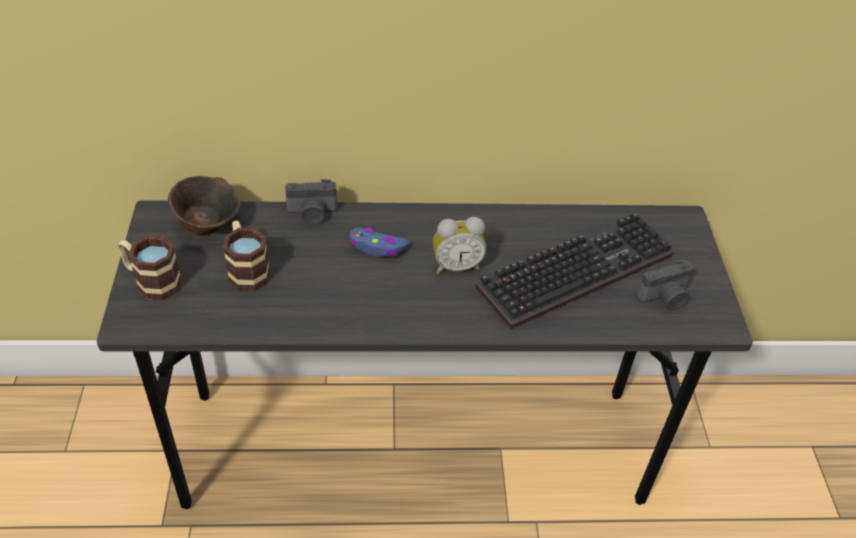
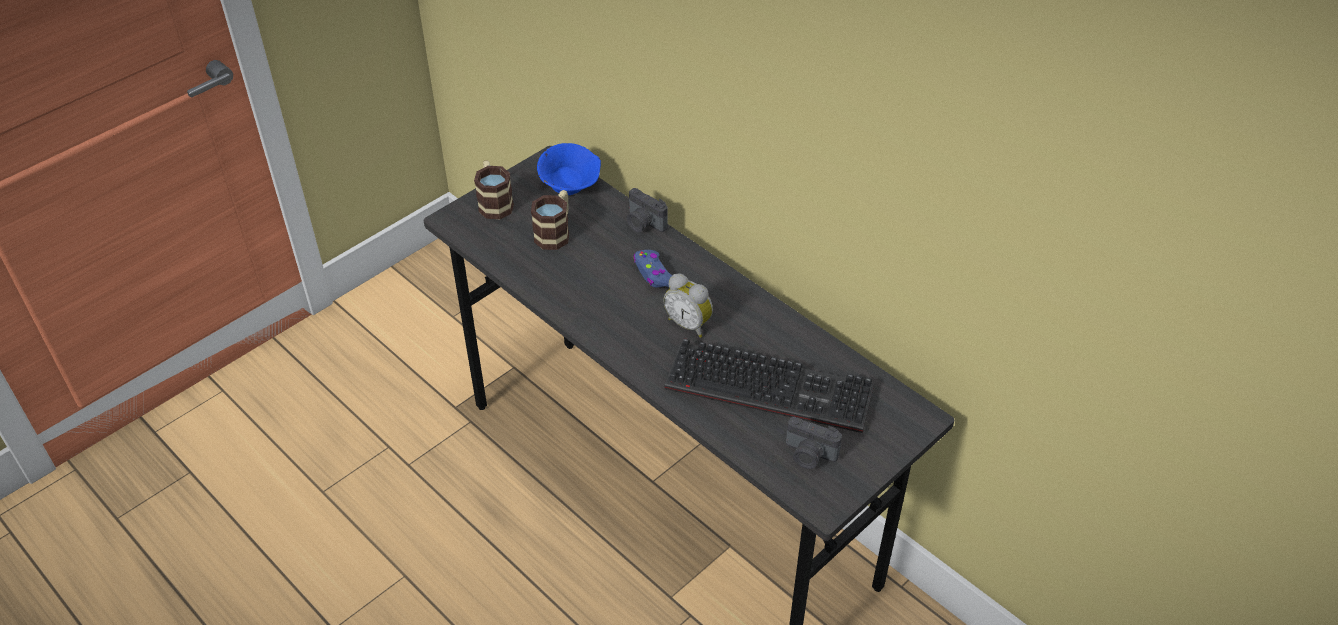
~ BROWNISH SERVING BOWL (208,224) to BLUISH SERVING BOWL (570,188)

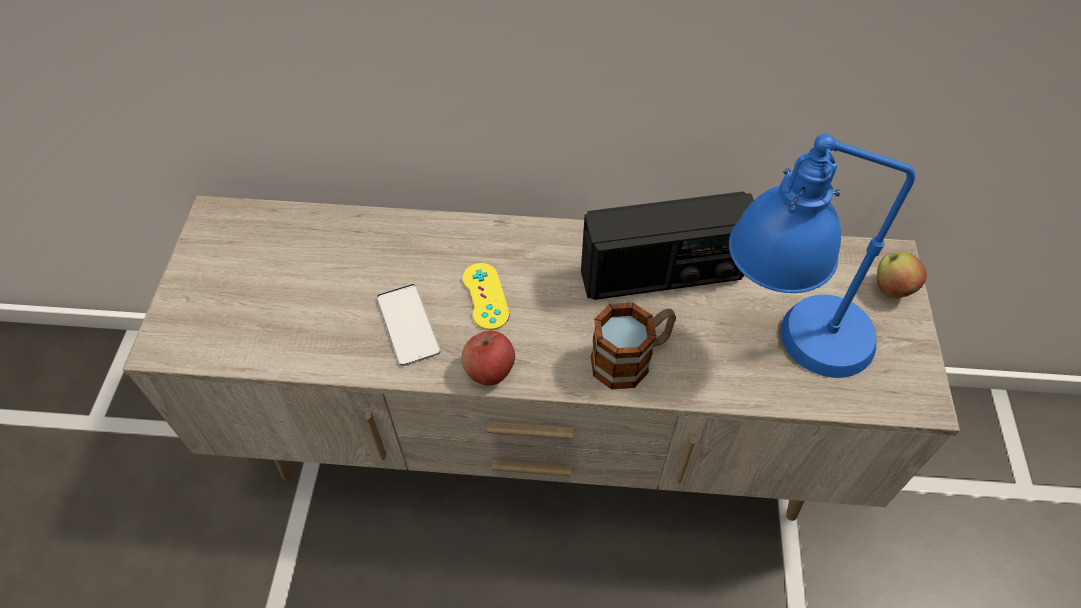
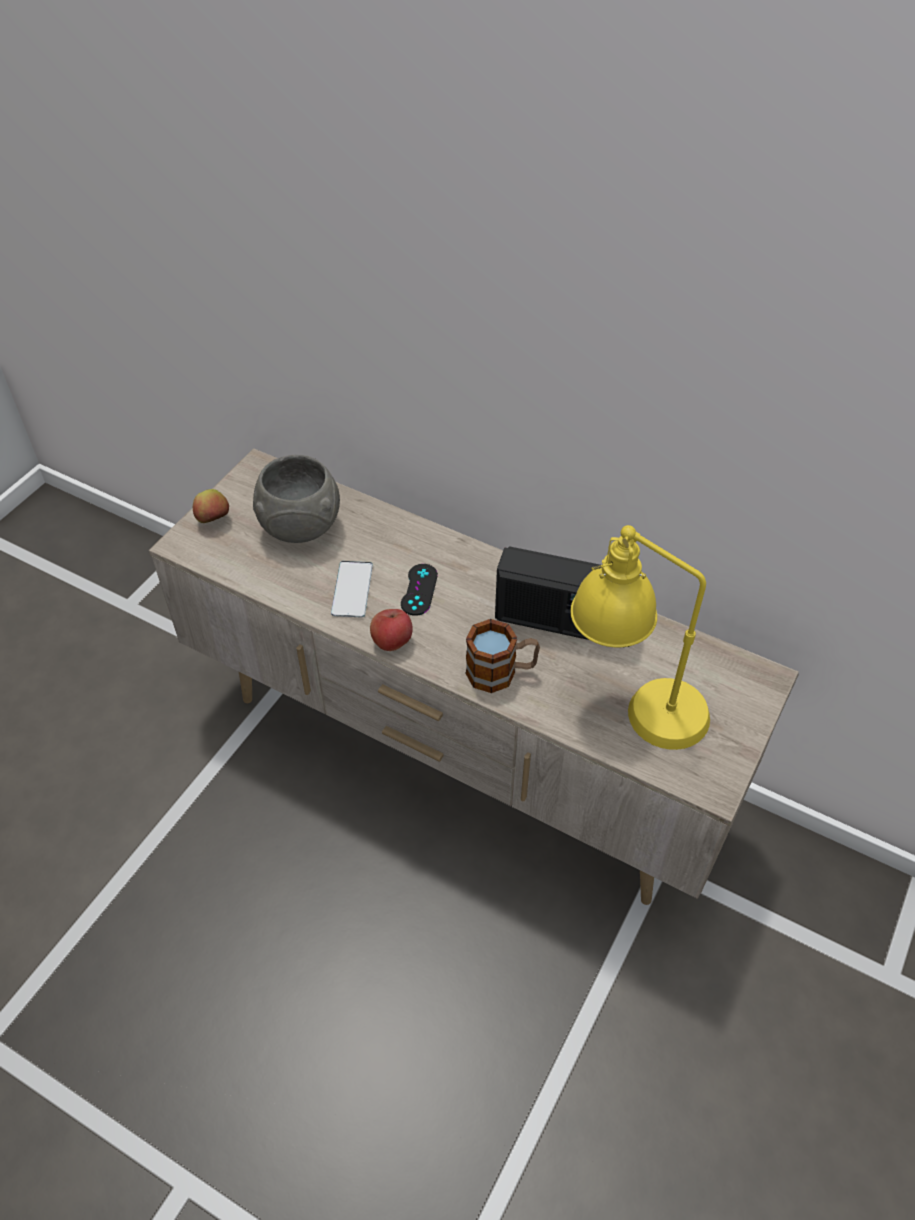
~ BLUISH TABLETOP LAMP (787,342) to YELLOW-COLOURED TABLETOP LAMP (632,706)
~ WHOLE APPLE (891,289) to (213,520)
~ YELLOW-COLOURED GAME CONTROLLER (485,296) to BLACK-COLOURED GAME CONTROLLER (419,589)
+ GREYISH SERVING BOWL (301,527)

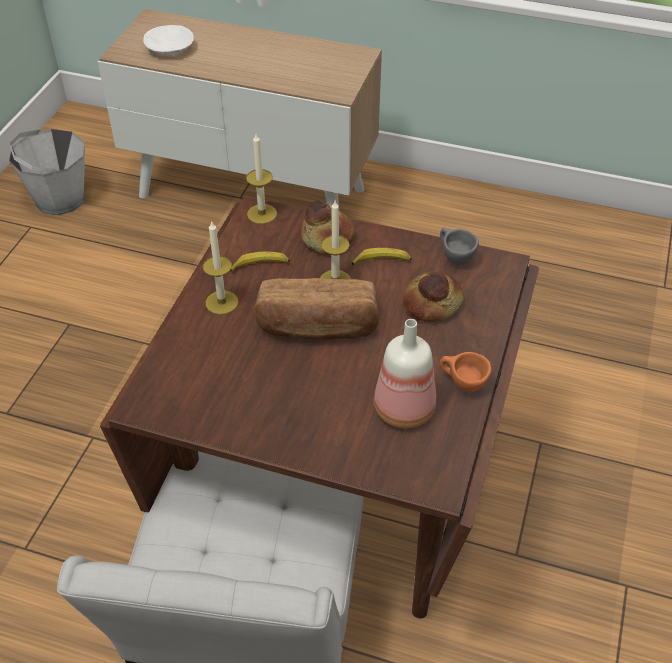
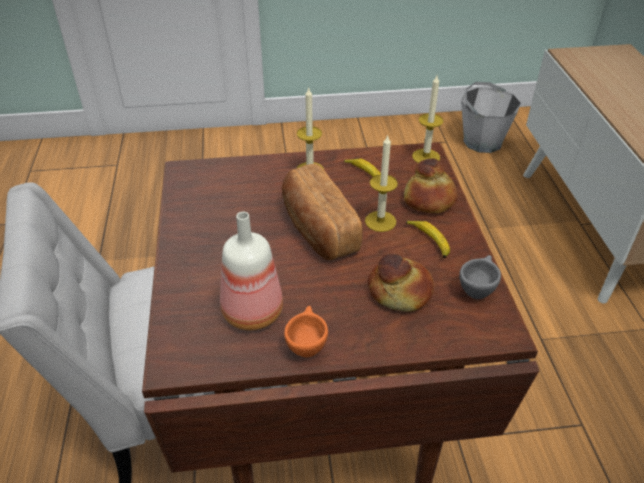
- WHITE SERVING BOWL (169,49)

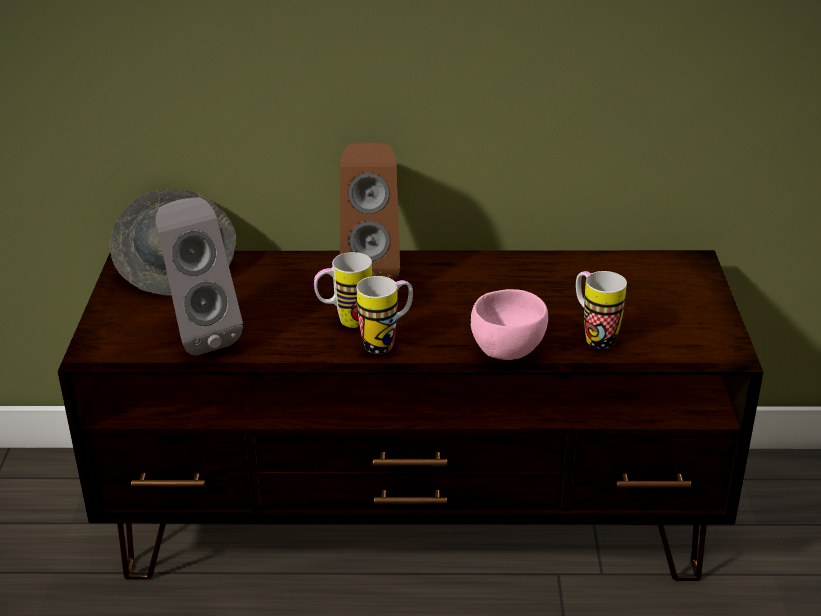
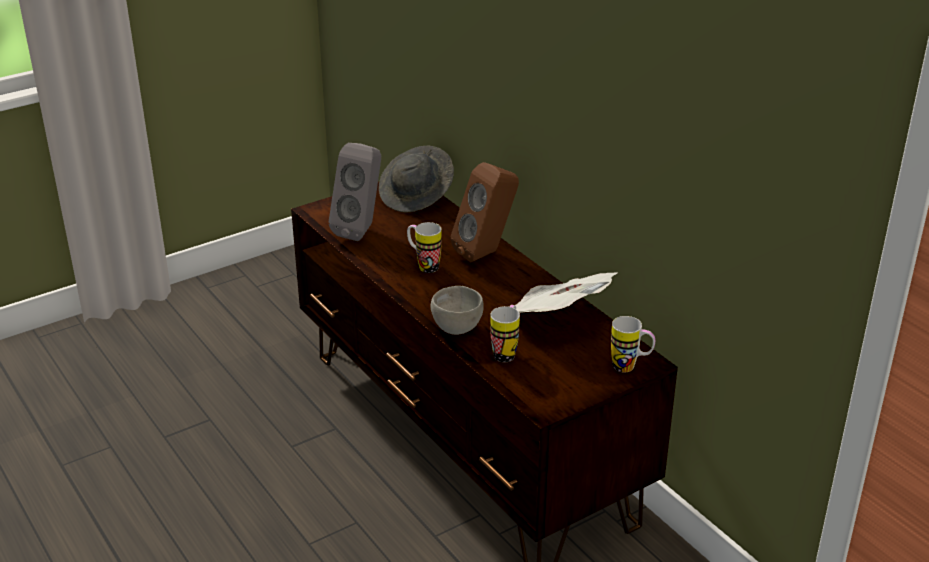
~ COFFEE MUG (387,342) to (630,368)
~ PINK-COLOURED SERVING BOWL (506,348) to GREYISH SERVING BOWL (457,326)
+ NEWSPAPER (559,317)

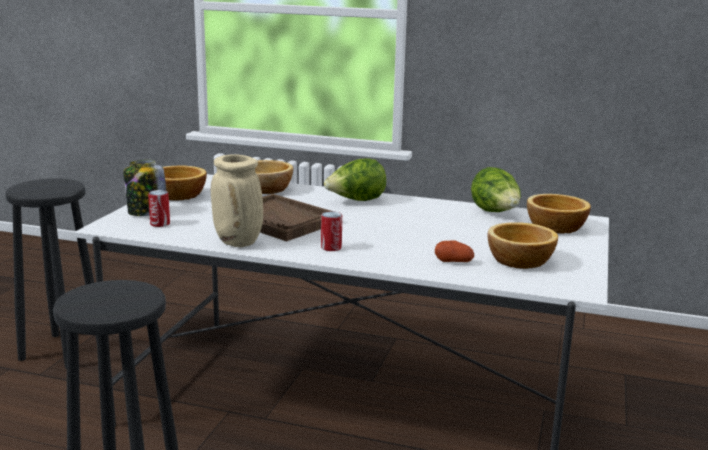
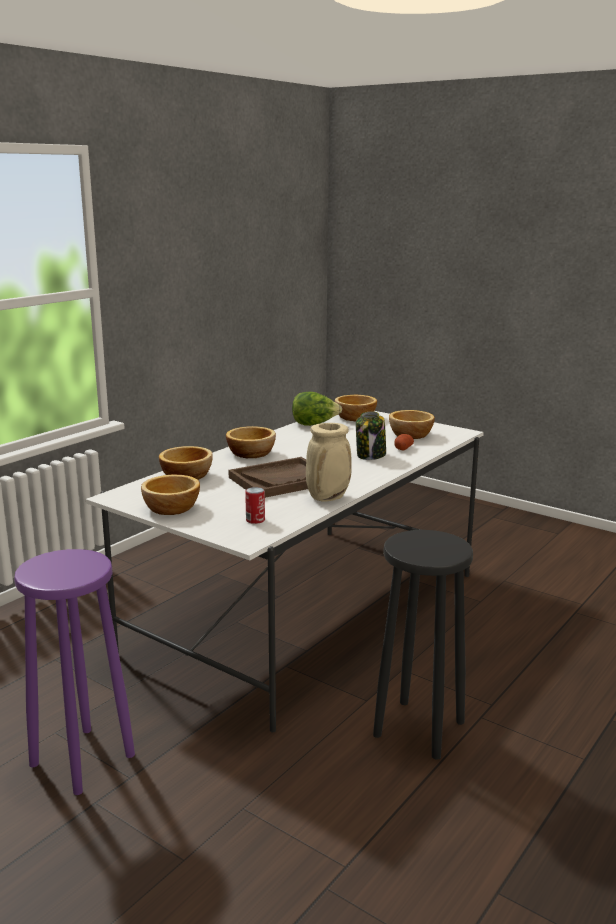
~ HEAD OF LETTUCE (356,201) to SERVING BOWL (251,453)
~ PRESERVE JAR (147,213) to (371,455)
~ BLACK-COLOURED SITTING STOOL (62,350) to PURPLE-COLOURED SITTING STOOL (81,759)
- METAL CAN (331,247)

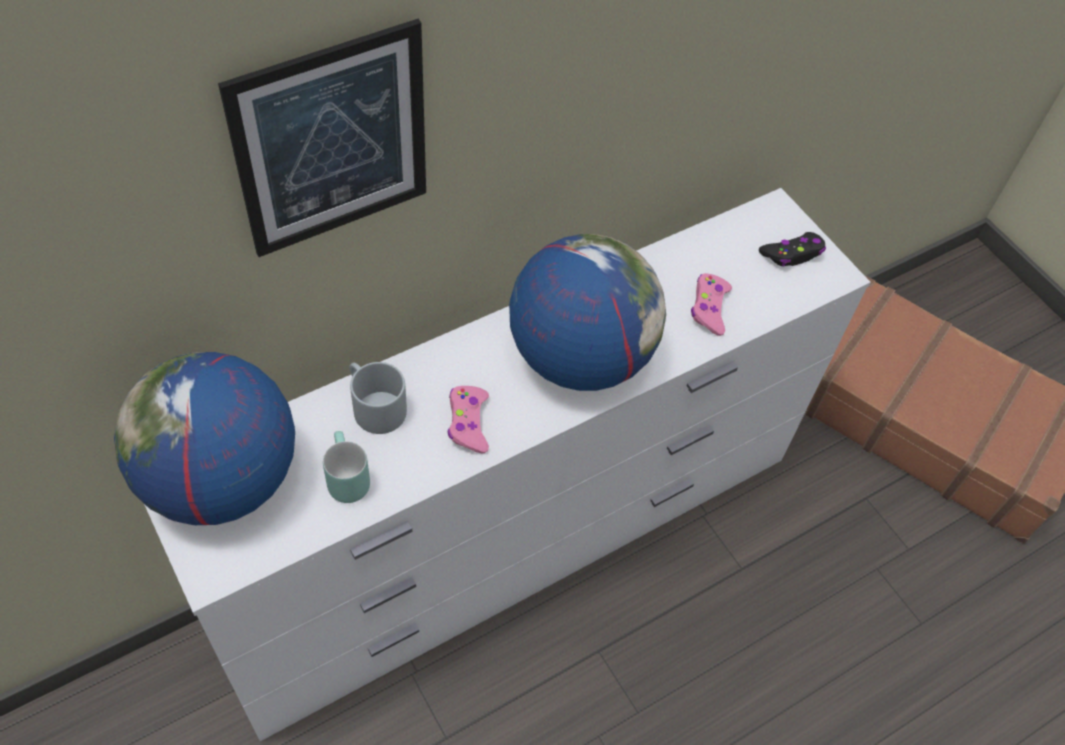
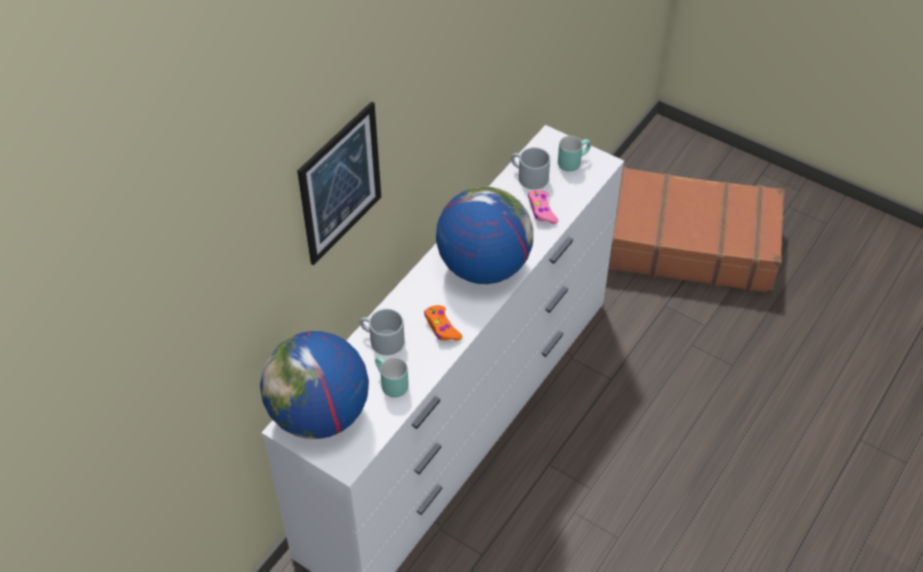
~ BLACK-COLOURED GAME CONTROLLER (792,254) to TURQUOISE-COLOURED COFFEE MUG (572,161)
~ PINK-COLOURED GAME CONTROLLER (468,423) to ORANGE-COLOURED GAME CONTROLLER (442,327)
+ GREYISH COFFEE MUG (528,177)

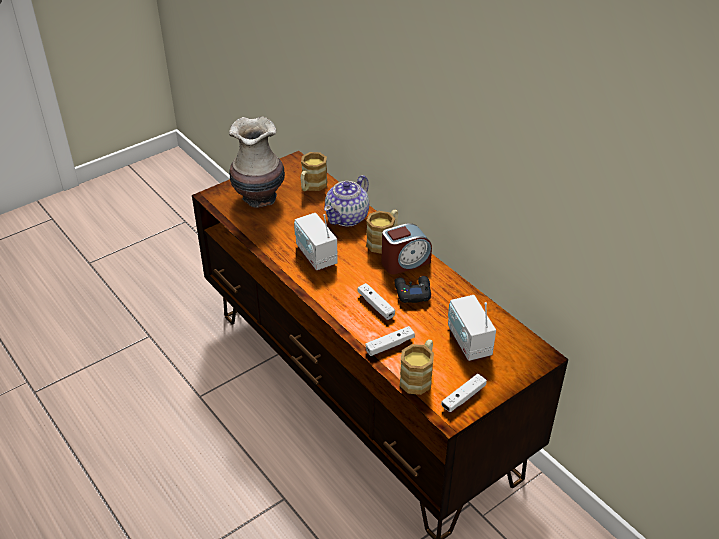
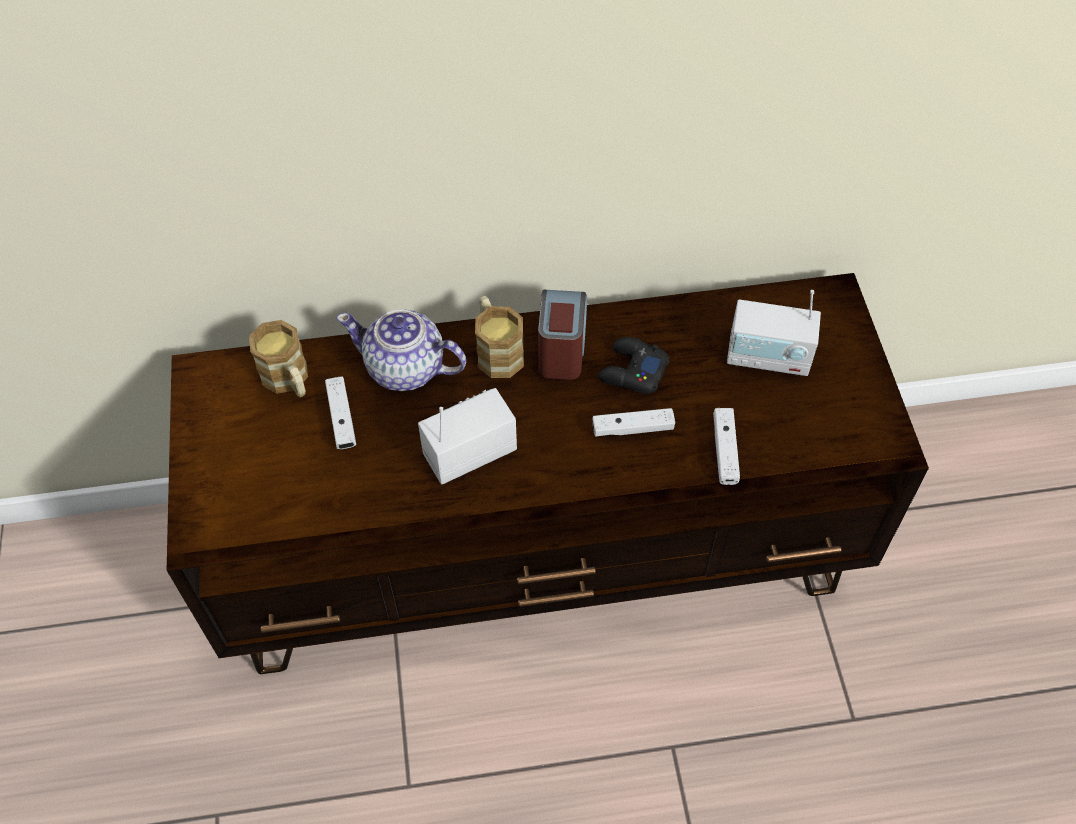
- FLOWER VASE (259,198)
~ POT FOR TEA (347,217) = (406,369) 135 degrees clockwise
~ RADIO (316,255) = (469,453) 150 degrees clockwise
- COFFEE MUG (419,377)
~ WHITE GAME CONTROLLER (463,397) to (341,418)

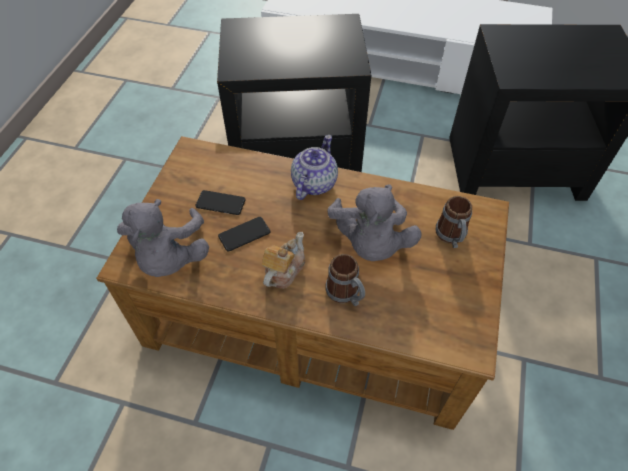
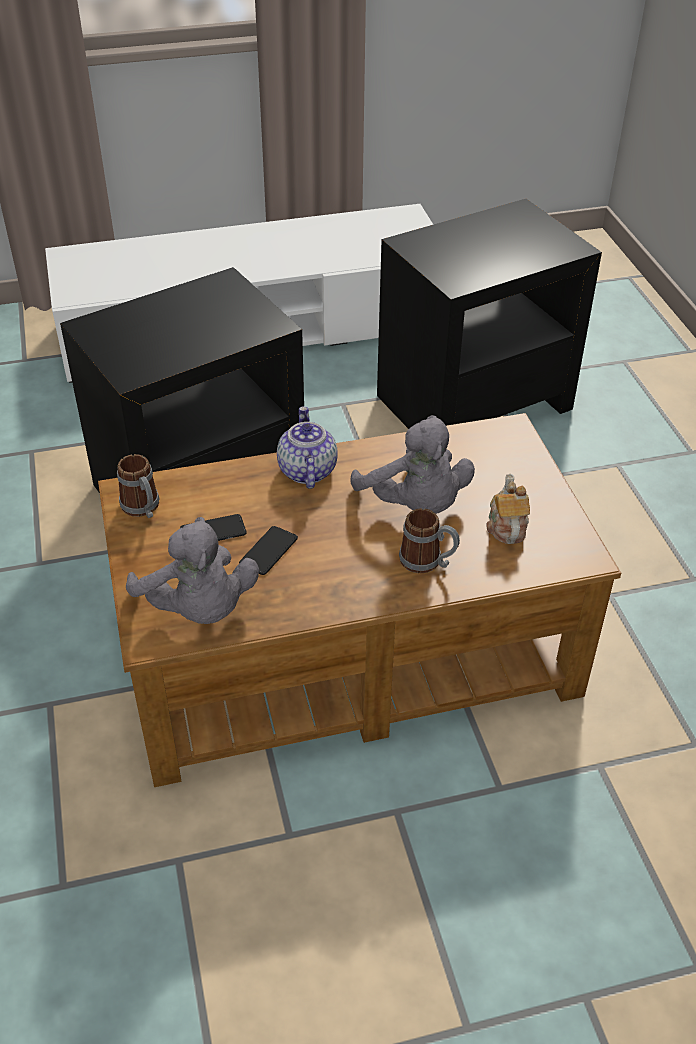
~ COFFEE MUG (451,237) to (143,509)
~ POT FOR TEA (283,270) to (506,526)

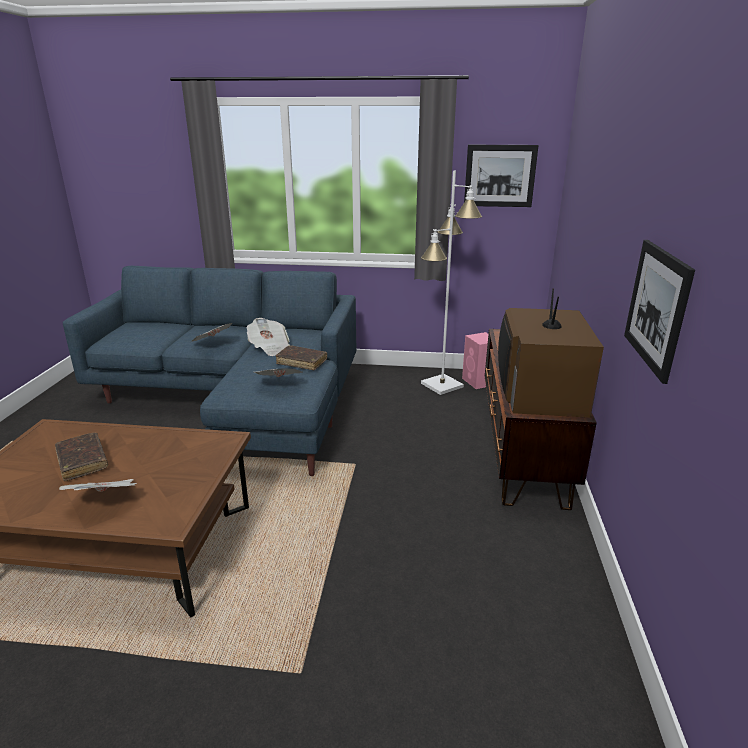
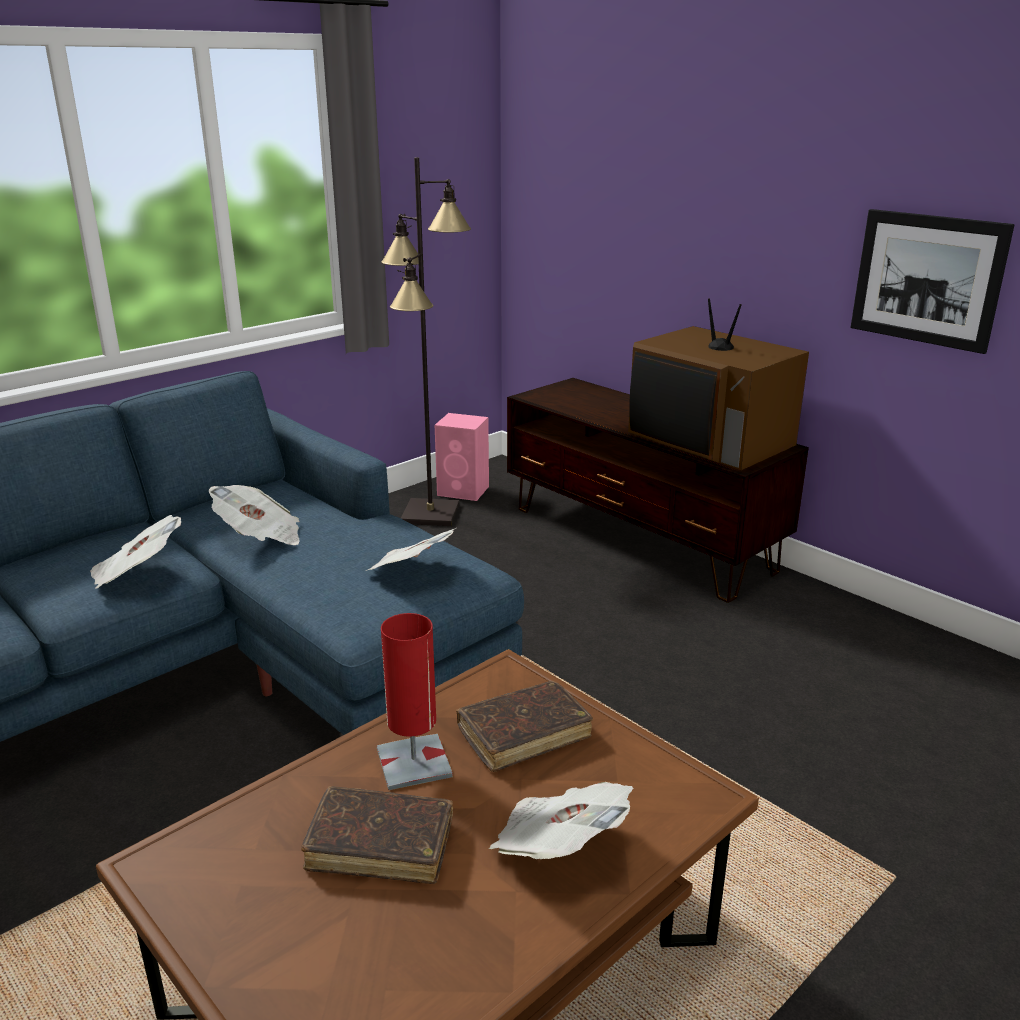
- WALL ART (500,176)
~ WHITE STANDARD LAMP (442,385) to BLACK-COLOURED STANDARD LAMP (431,514)
~ BROWNISH VOLUME (302,362) to (524,734)
+ RED-COLOURED TABLETOP LAMP (414,762)

